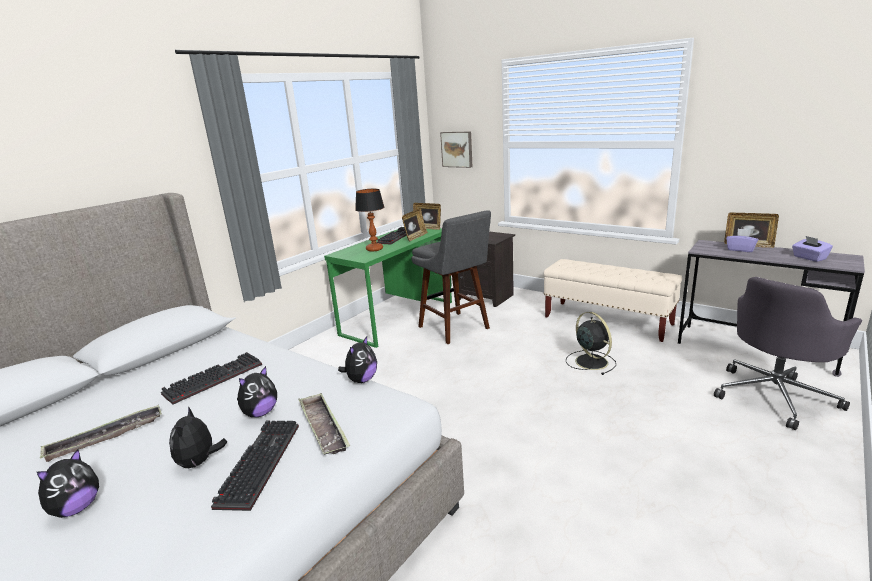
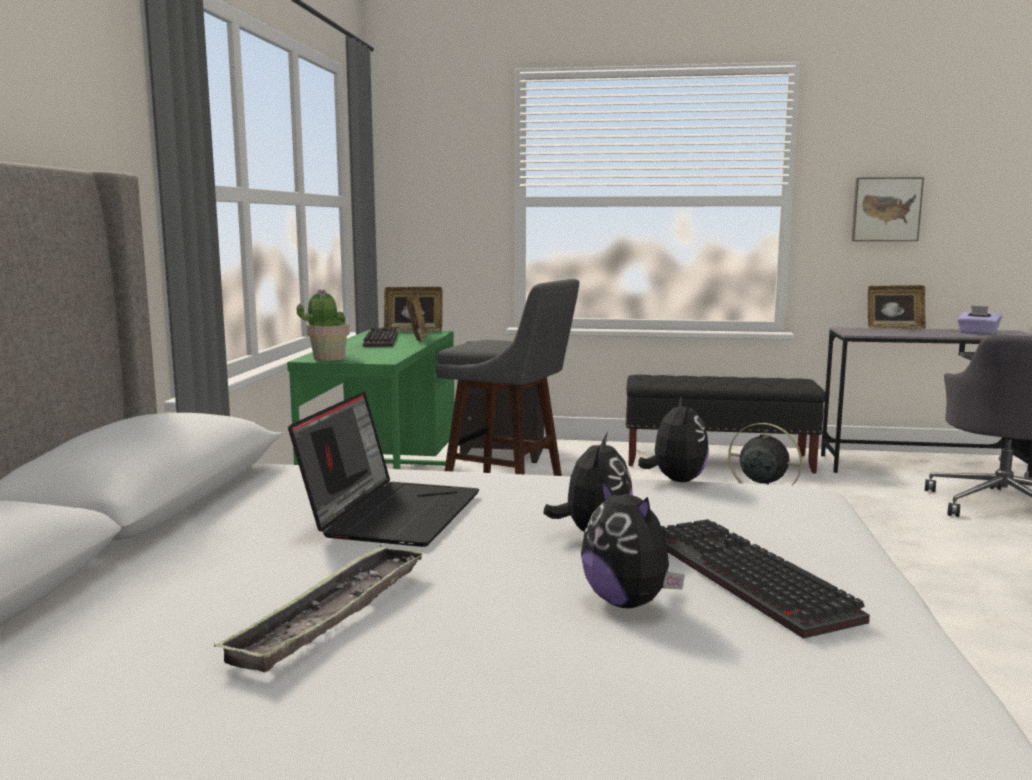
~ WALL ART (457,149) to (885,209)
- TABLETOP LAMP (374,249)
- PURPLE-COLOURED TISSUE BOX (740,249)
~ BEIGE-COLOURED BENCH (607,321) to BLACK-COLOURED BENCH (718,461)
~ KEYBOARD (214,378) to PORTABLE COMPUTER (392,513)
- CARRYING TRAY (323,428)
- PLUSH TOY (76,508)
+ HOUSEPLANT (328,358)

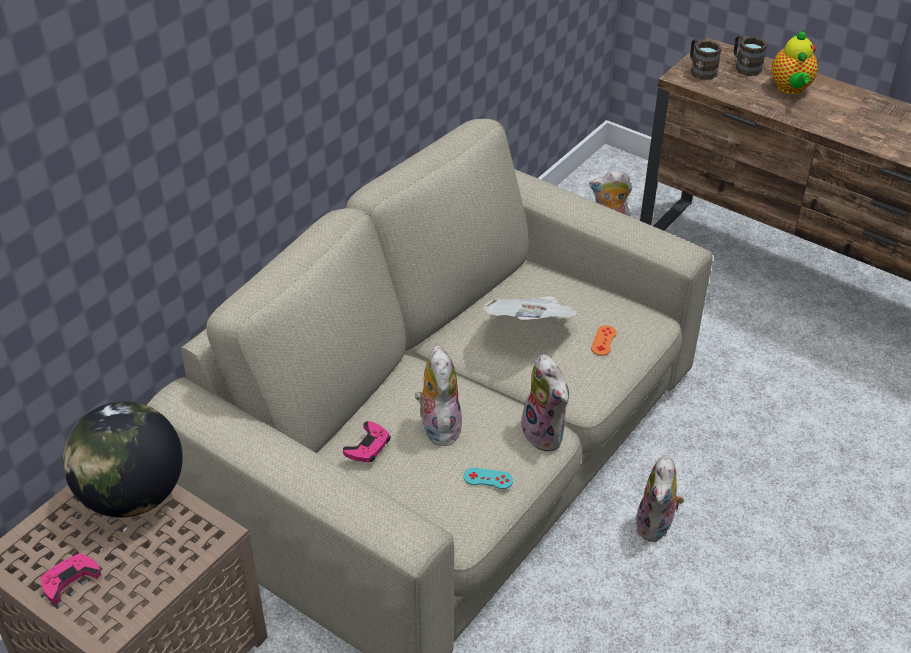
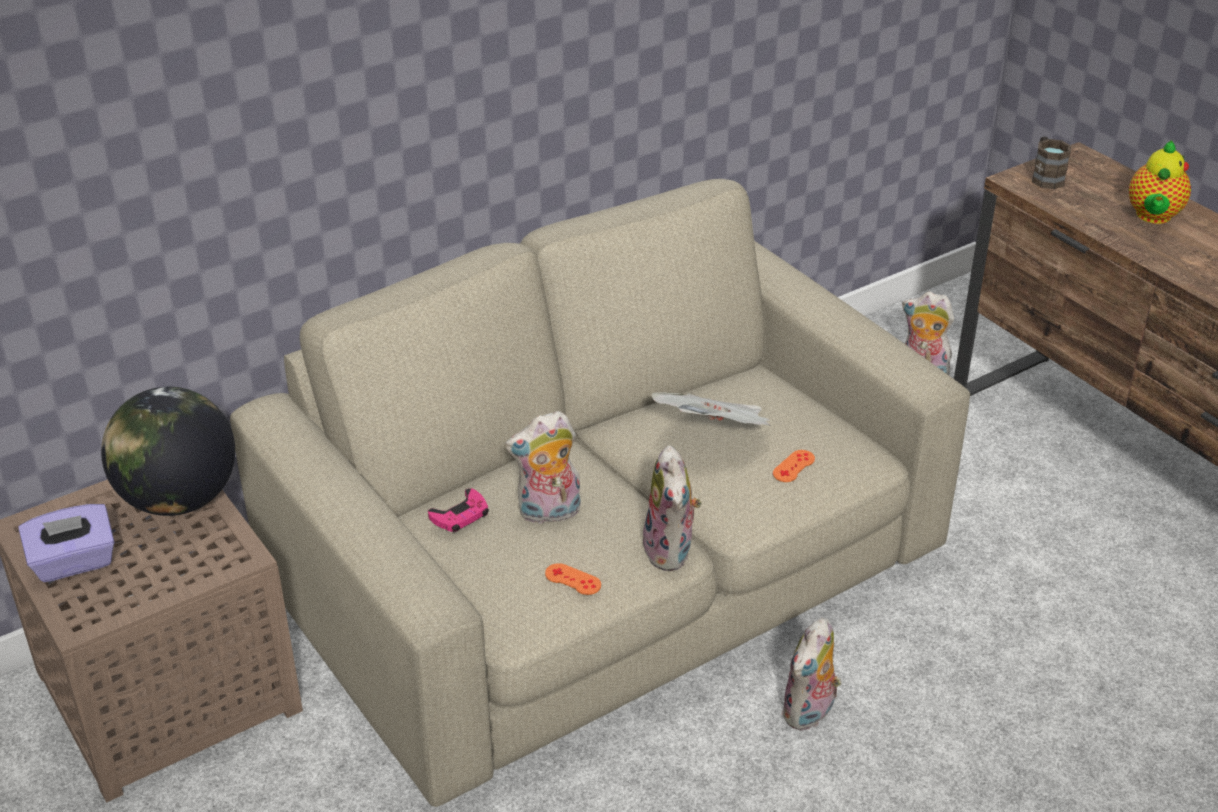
- BROWNISH COFFEE MUG (744,66)
~ PLUSH TOY (438,426) = (548,513) 120 degrees counterclockwise
~ TURQUOISE-COLOURED GAME CONTROLLER (488,478) to ORANGE-COLOURED GAME CONTROLLER (573,579)
~ PINK-COLOURED GAME CONTROLLER (69,579) to PURPLE-COLOURED TISSUE BOX (74,563)

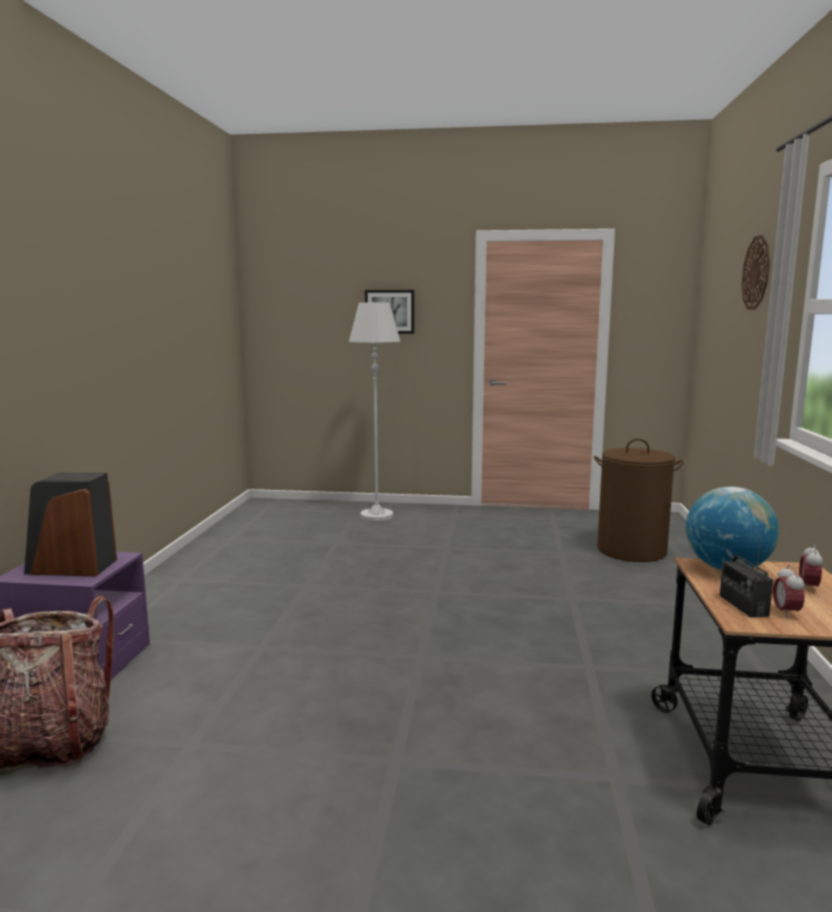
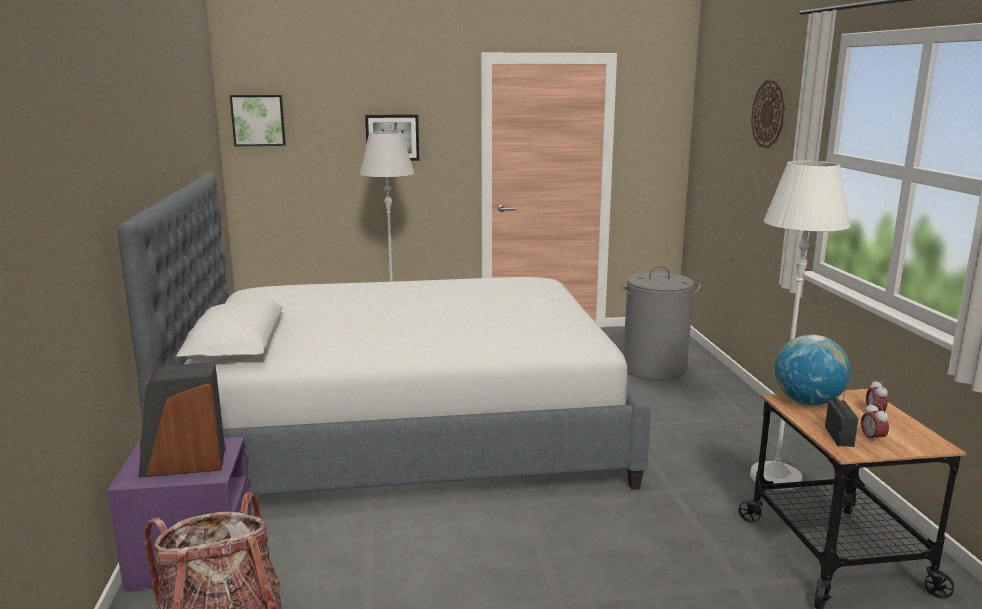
~ BROWNISH WASHING BASKET (632,550) to GREYISH WASHING BASKET (654,369)
~ RADIO (743,605) = (839,436) 150 degrees counterclockwise
+ WALL ART (258,120)
+ WHITE STANDARD LAMP (775,477)
+ BEDROOM BED (404,431)

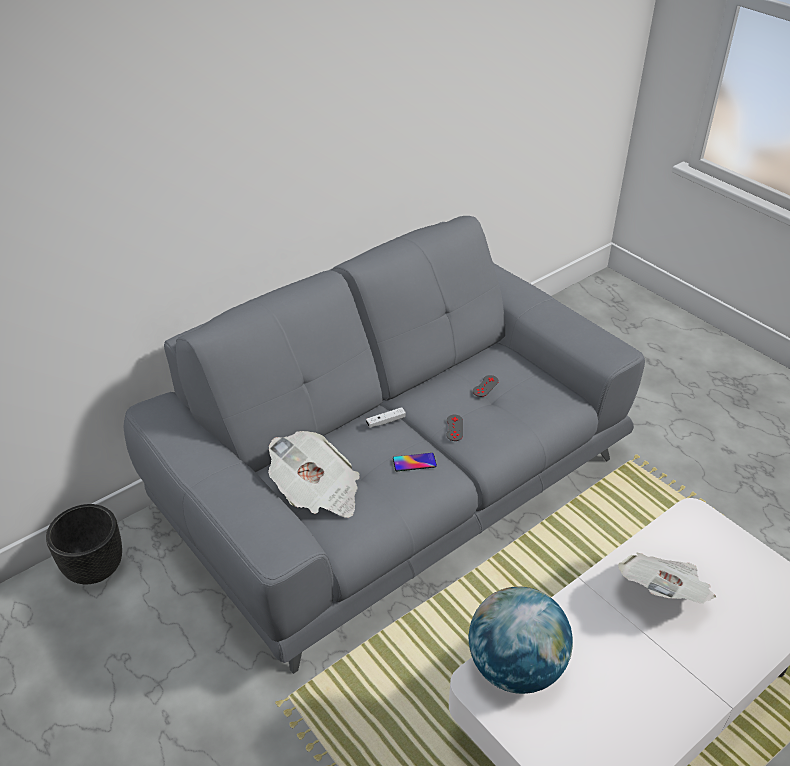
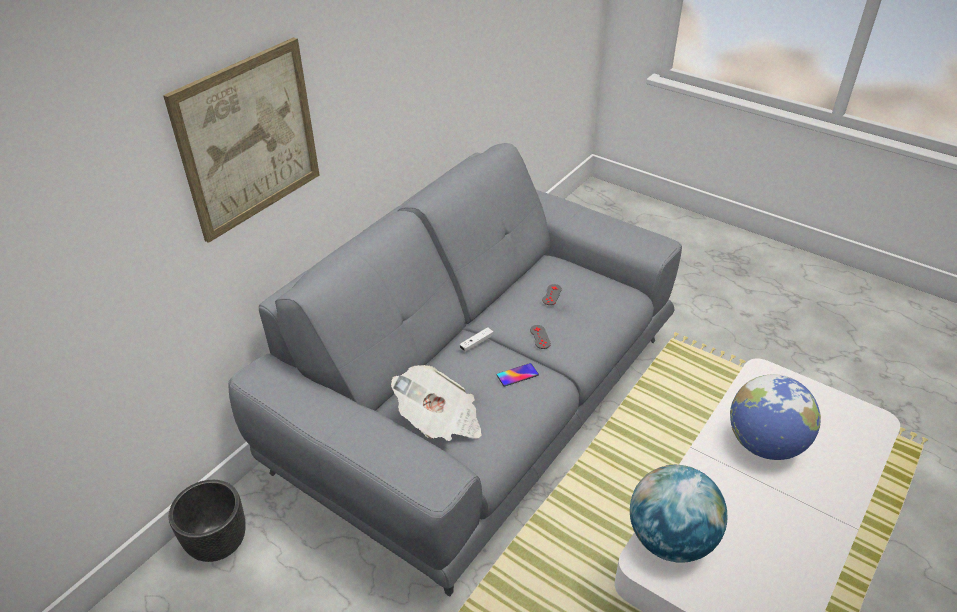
~ NEWSPAPER (663,592) to GLOBE (764,444)
+ WALL ART (249,139)

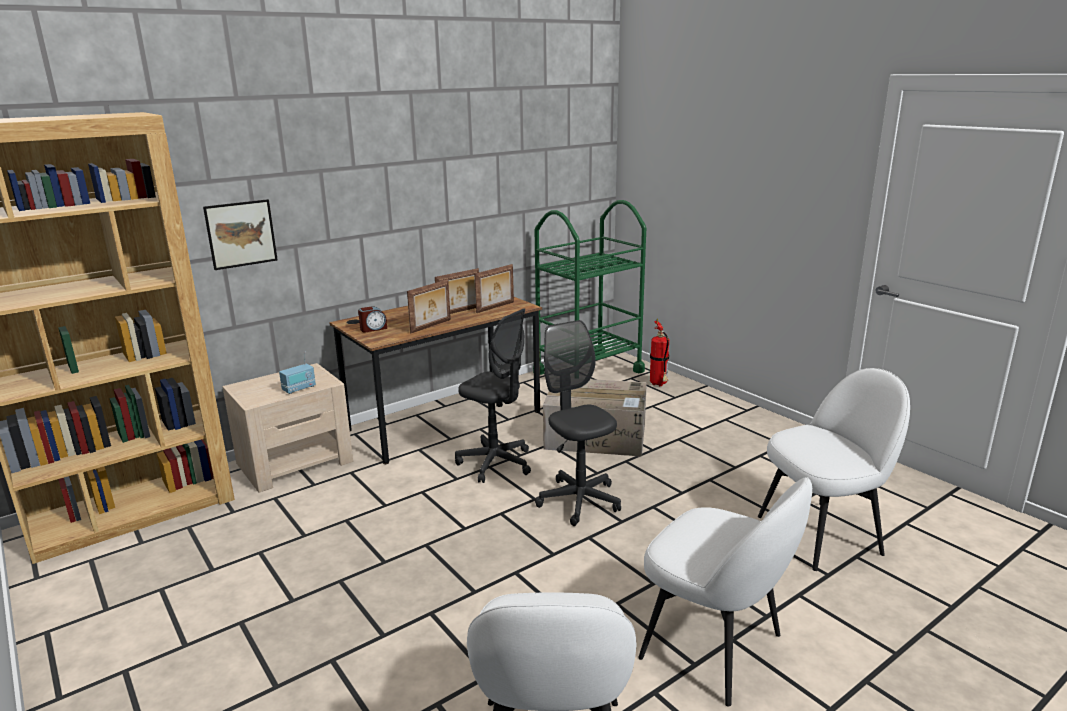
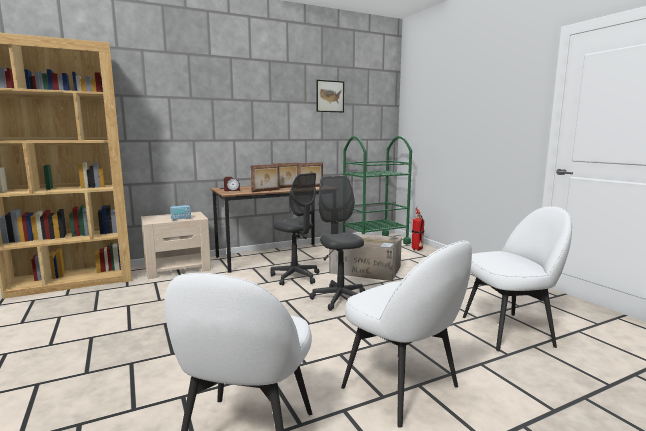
~ WALL ART (241,234) to (330,96)

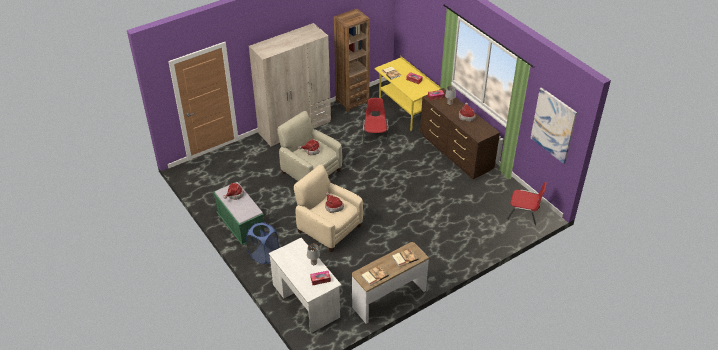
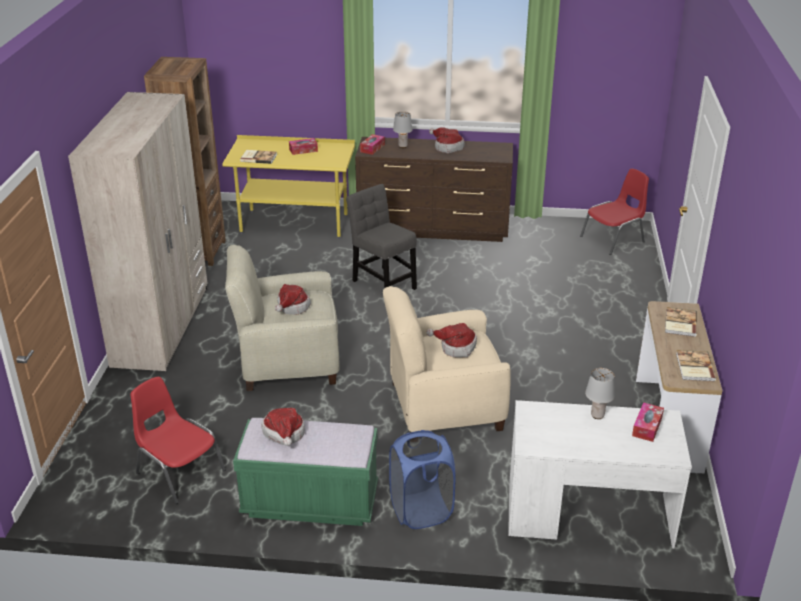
- WALL ART (553,125)
~ RED-COLOURED UPRIGHT CHAIR (375,136) to (179,471)
+ GREYISH UPRIGHT CHAIR (382,283)

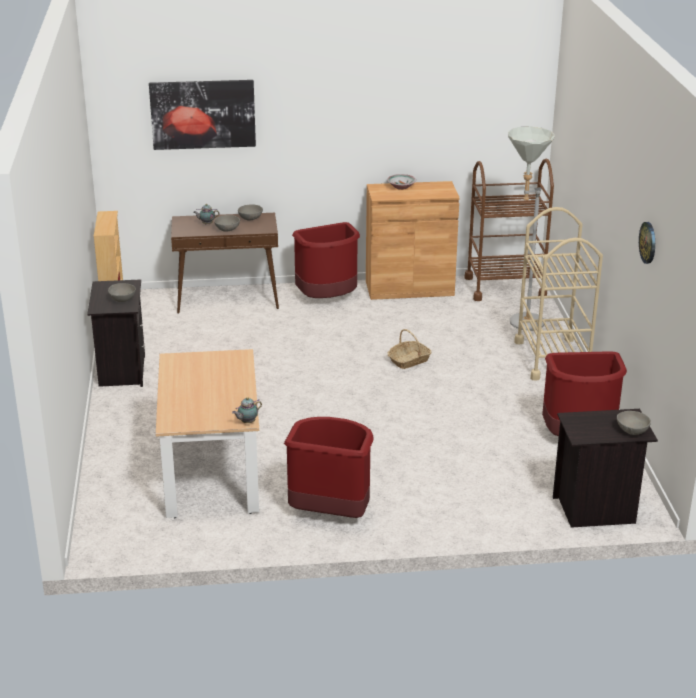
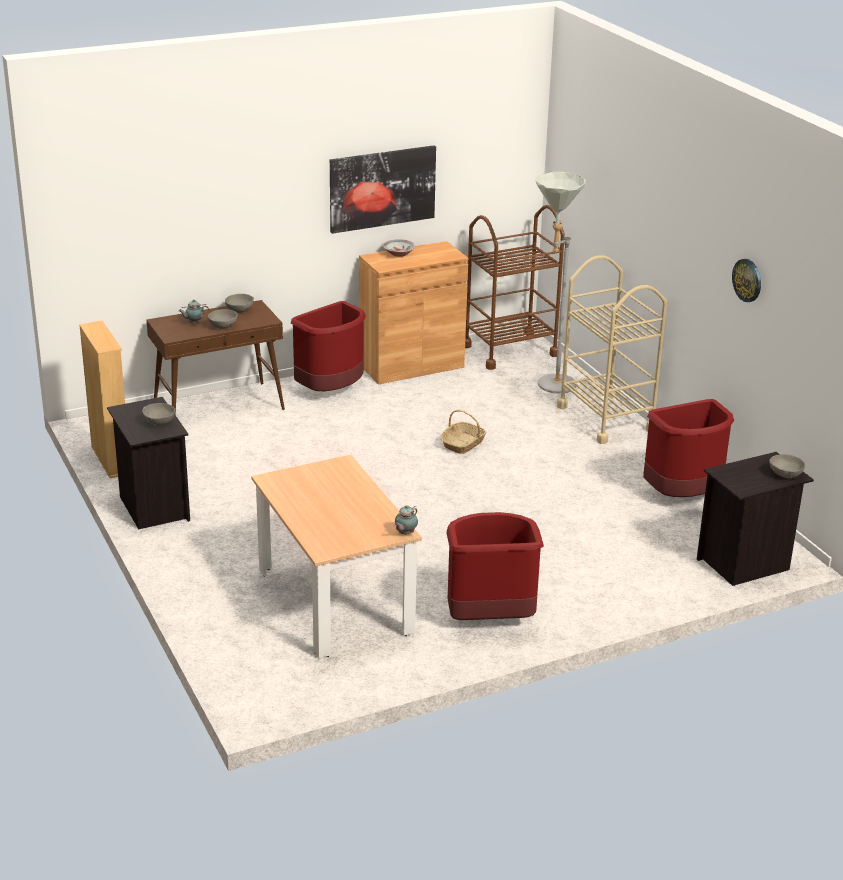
~ WALL ART (203,114) to (382,188)

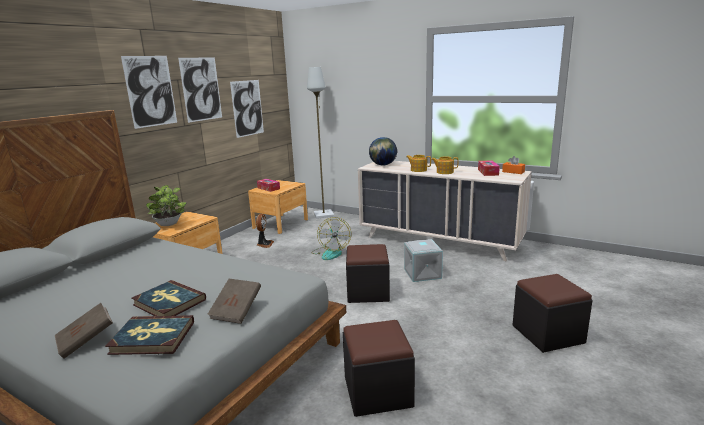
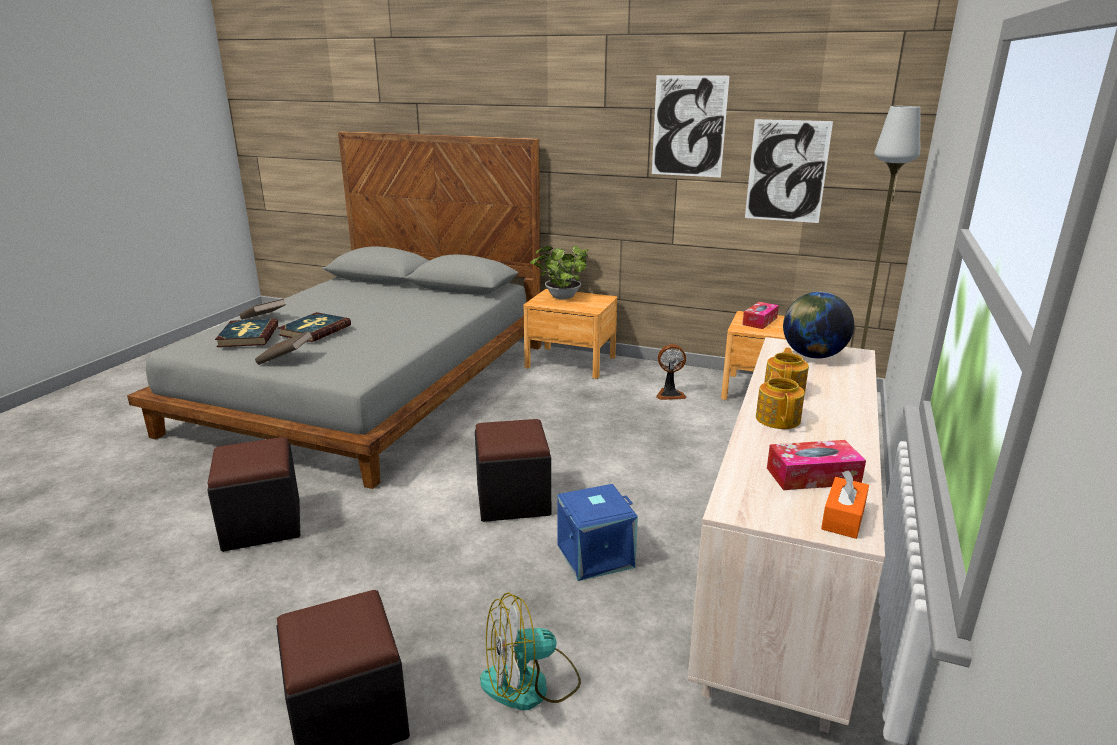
- WALL ART (150,91)
~ COOLING FAN (330,253) to (530,683)
~ GREYISH STORAGE BIN (421,273) to BLUISH STORAGE BIN (595,555)

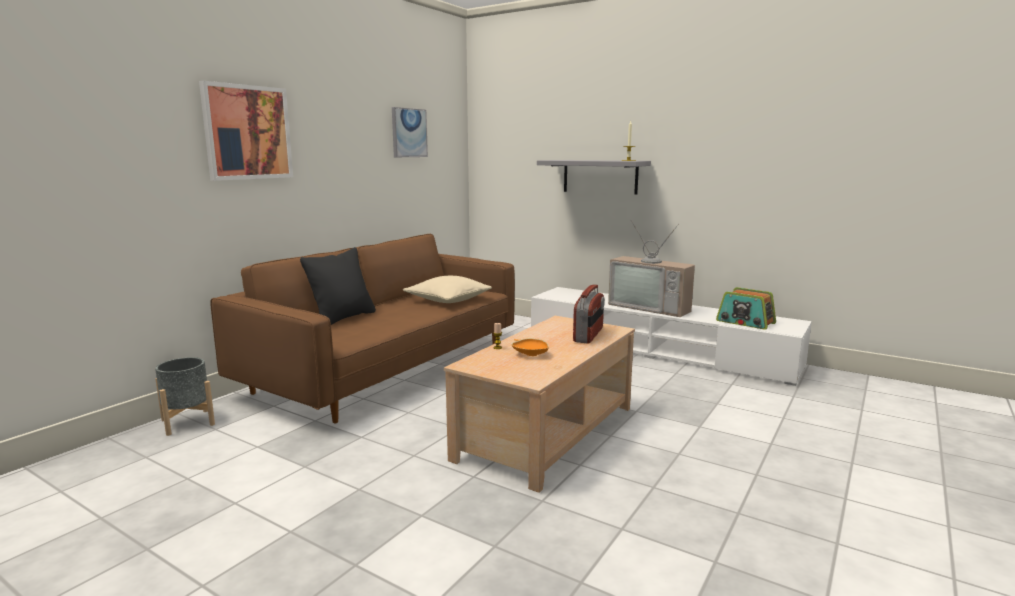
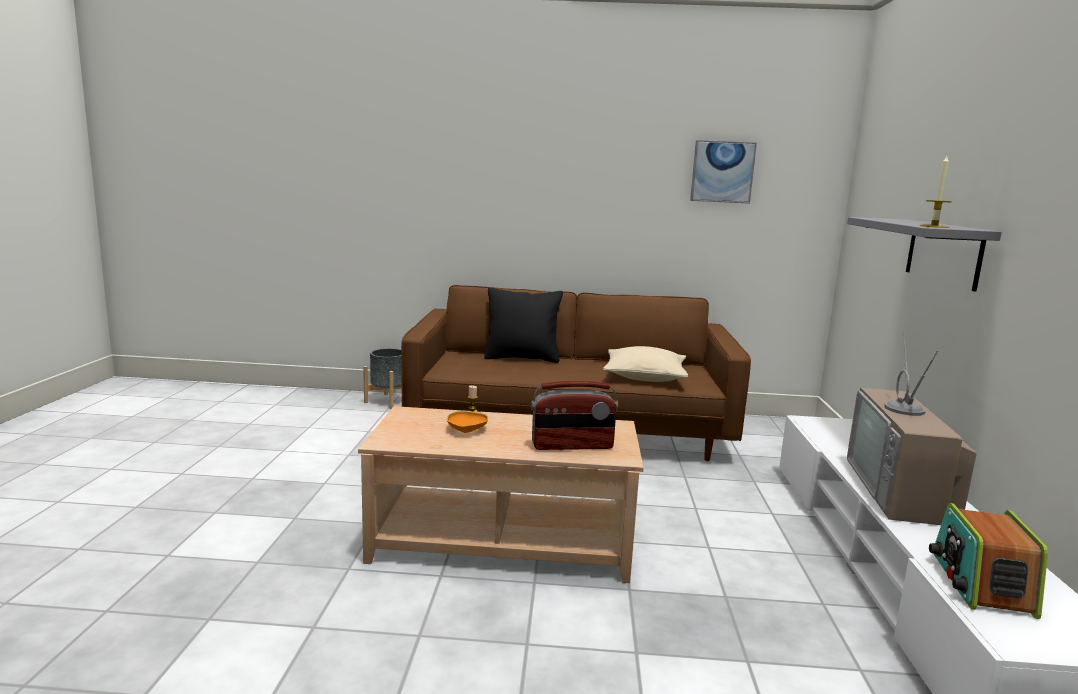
- WALL ART (247,132)

